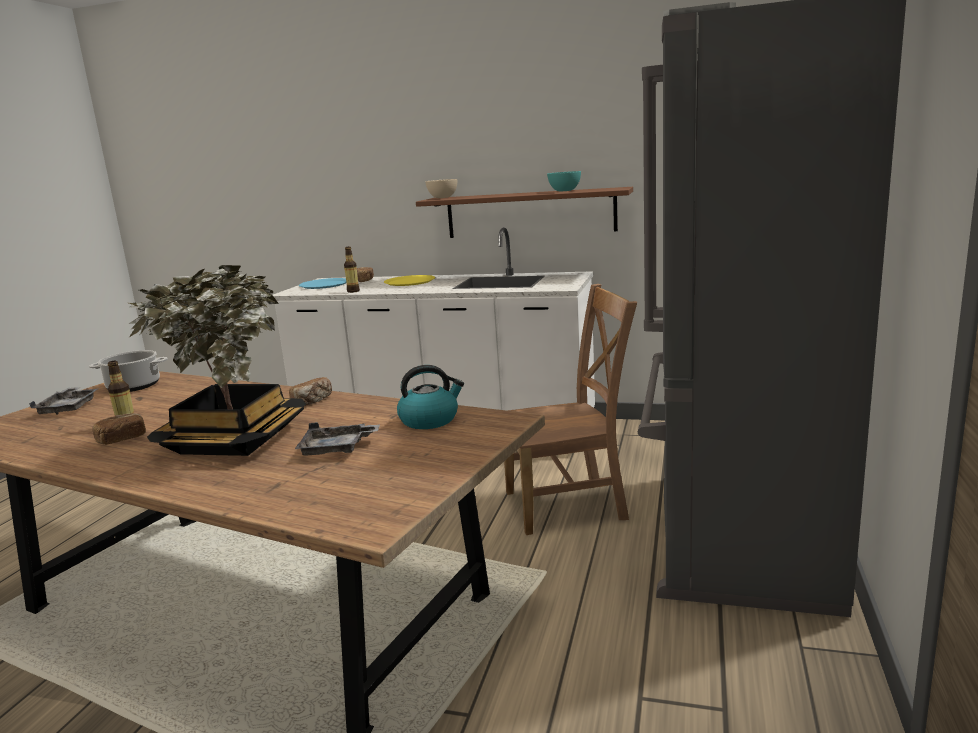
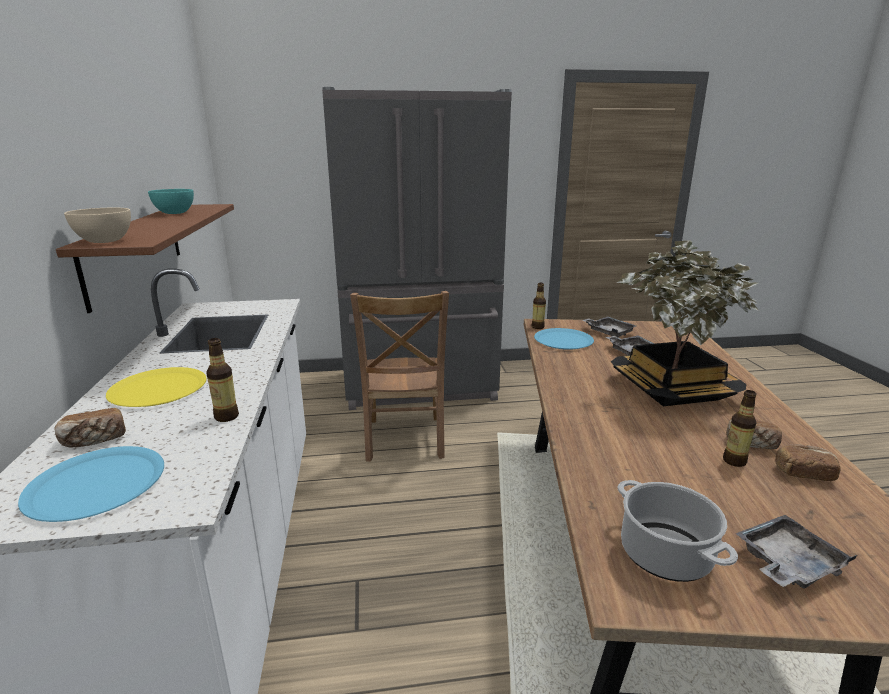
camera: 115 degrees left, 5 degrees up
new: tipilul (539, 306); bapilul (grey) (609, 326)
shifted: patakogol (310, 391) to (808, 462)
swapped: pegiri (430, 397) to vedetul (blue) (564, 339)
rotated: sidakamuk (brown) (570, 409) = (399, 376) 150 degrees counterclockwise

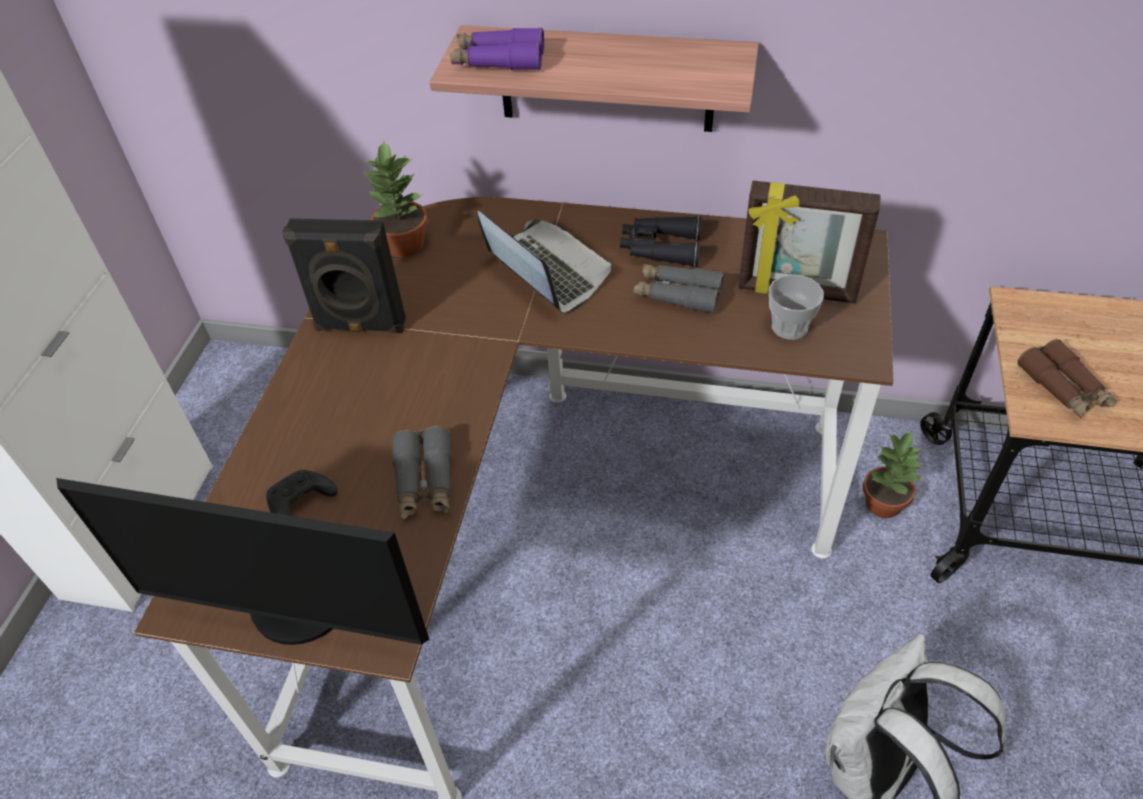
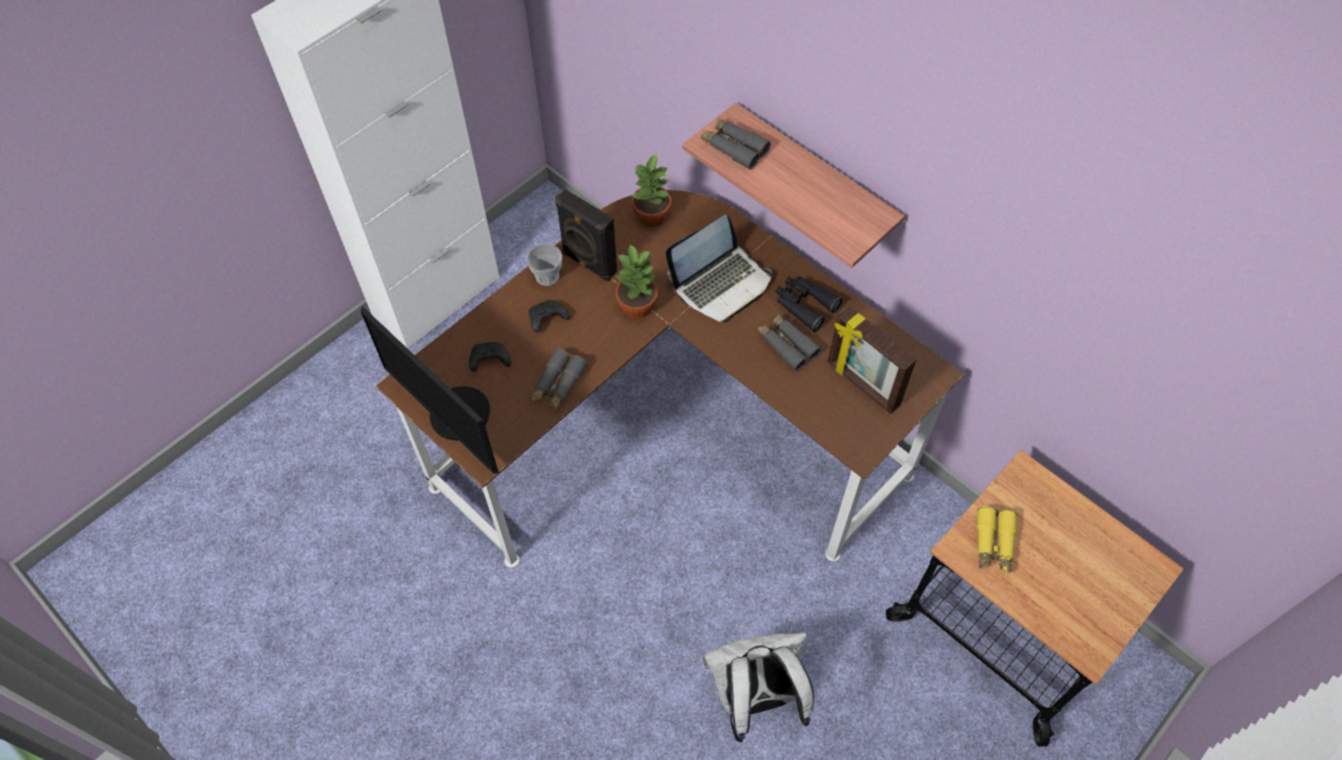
camera: 30 degrees right, 10 degrees up
new: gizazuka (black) (549, 316)
shifted: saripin (796, 307) to (544, 265); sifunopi (893, 474) to (637, 281)
repainted: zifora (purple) (497, 49) to zifora (grey) (736, 143); zifora (brown) (1067, 378) to zifora (yellow) (997, 539)
rotated: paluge (544, 262) = (718, 269) 60 degrees clockwise

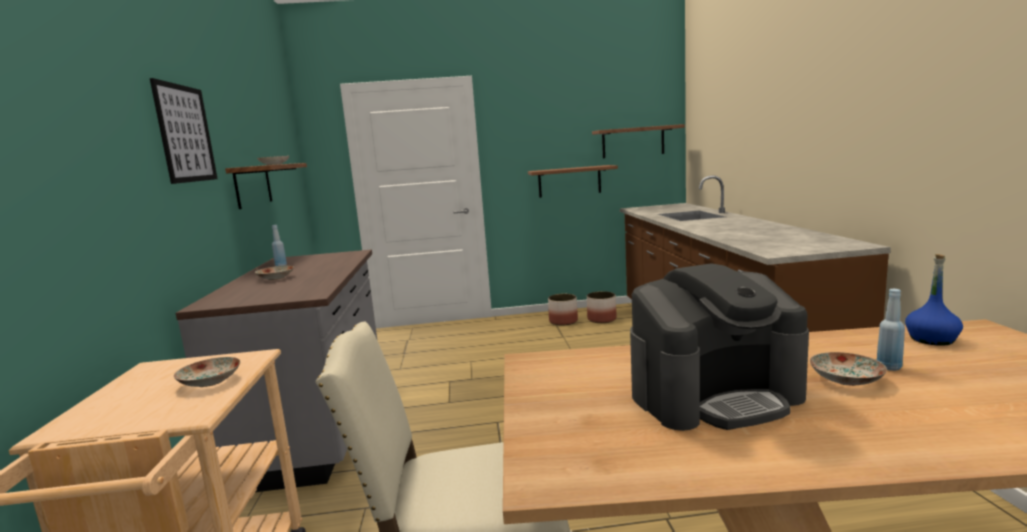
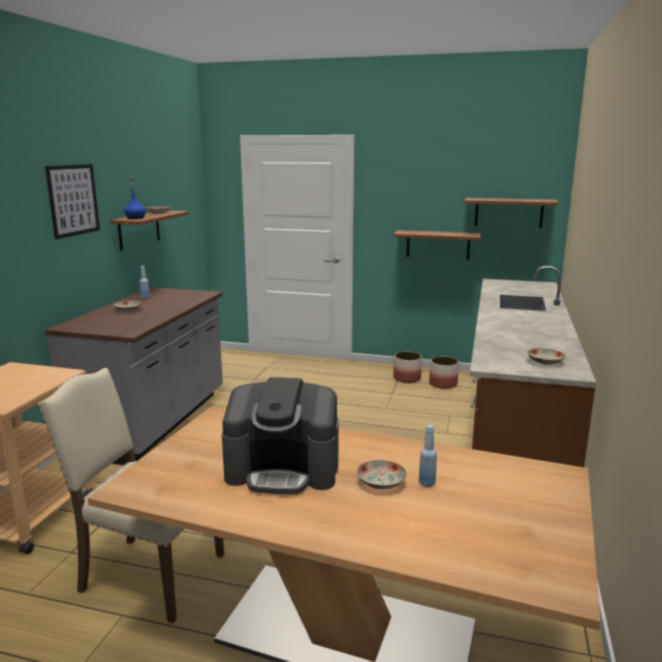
camera: 20 degrees right, 5 degrees up
shifted: tipilul (blue) (934, 300) to (135, 198); vedetul (207, 372) to (546, 356)

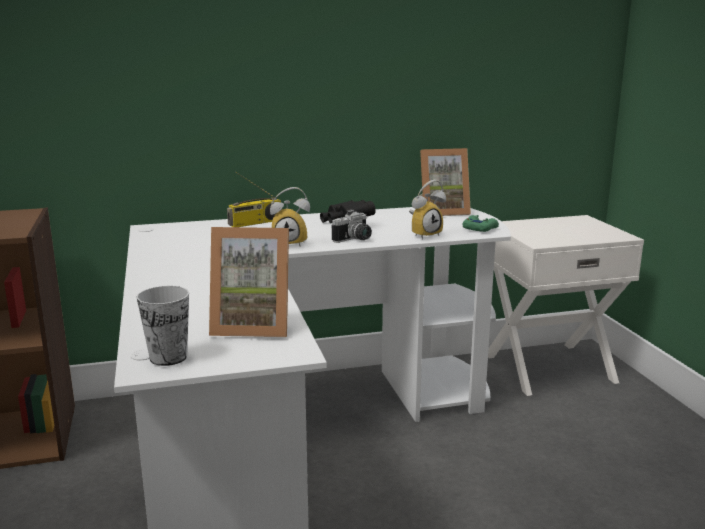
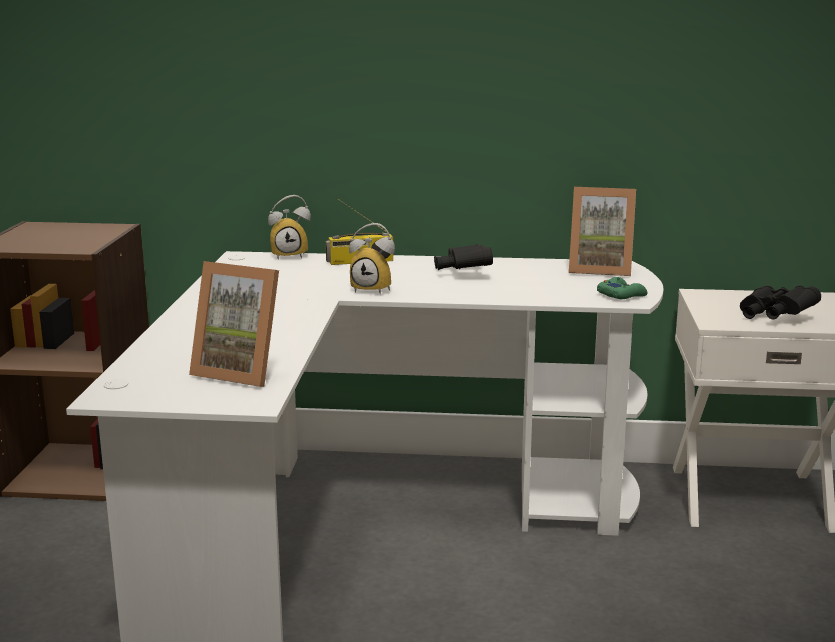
camera: 20 degrees right, 0 degrees up
gone: saripin (163, 326); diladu (352, 226)
new: zifora (black) (780, 303)
shifted: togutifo (427, 210) to (289, 227)

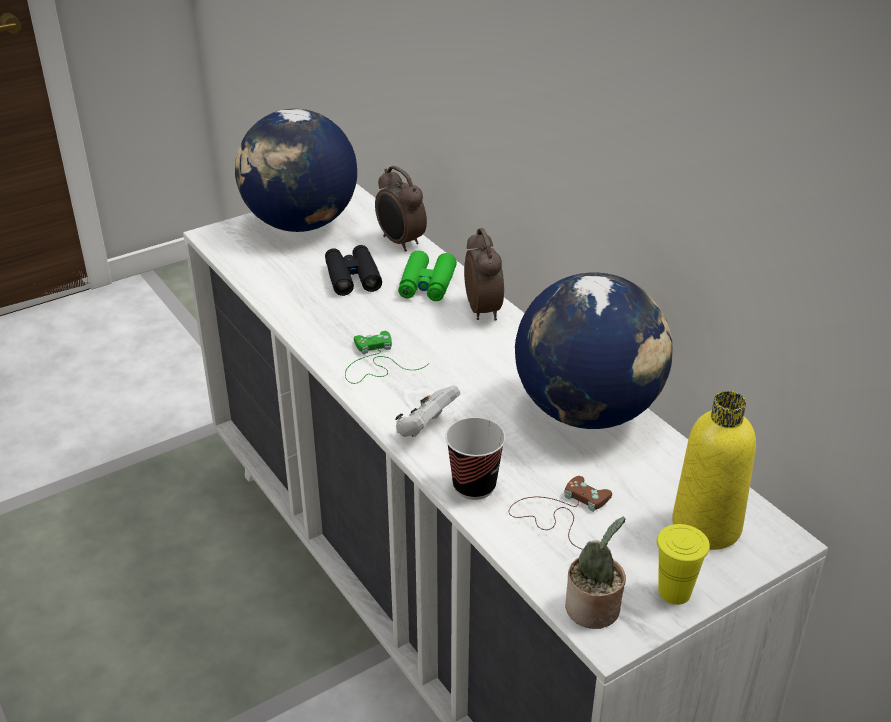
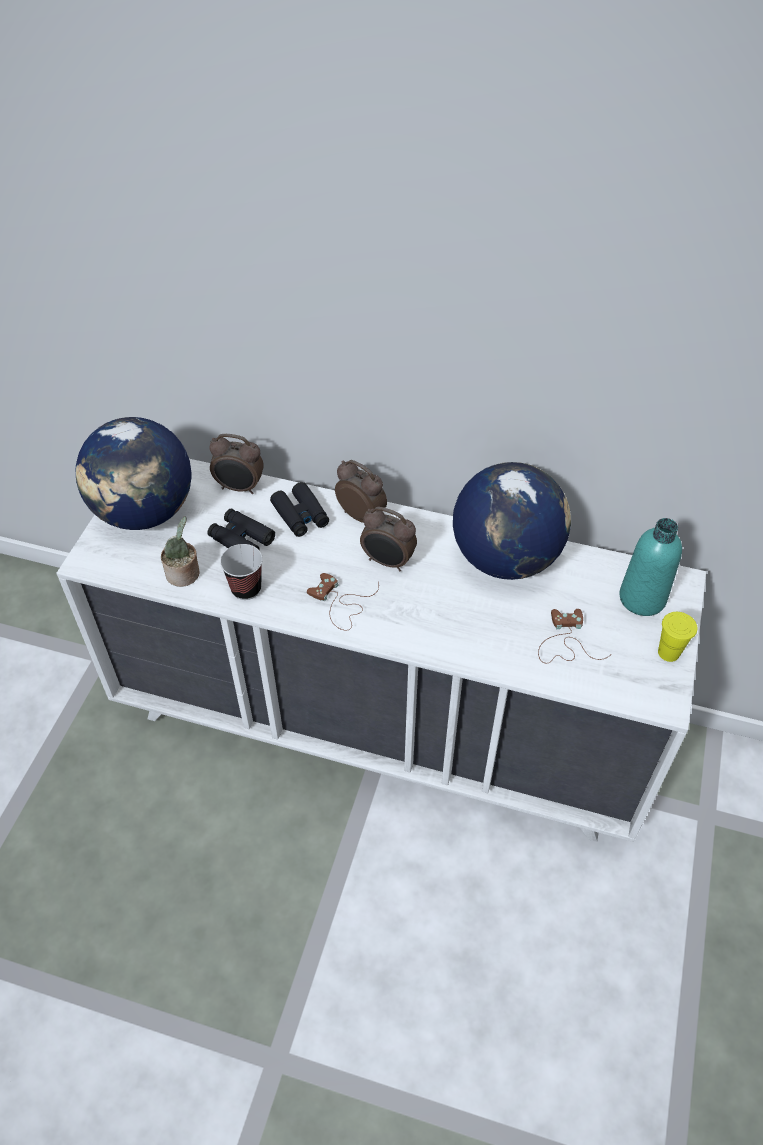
camera: 40 degrees left, 15 degrees up
gone: gizazuka (white) (427, 411)
new: togutifo (388, 539)
shifted: sifunopi (595, 572) to (180, 551); saripin (475, 459) to (241, 572)
repainted: zifora (green) (427, 275) to zifora (black) (299, 509); gizazuka (green) (387, 357) to gizazuka (brown) (343, 602); tipilul (yellow) (714, 470) to tipilul (turquoise) (650, 567)

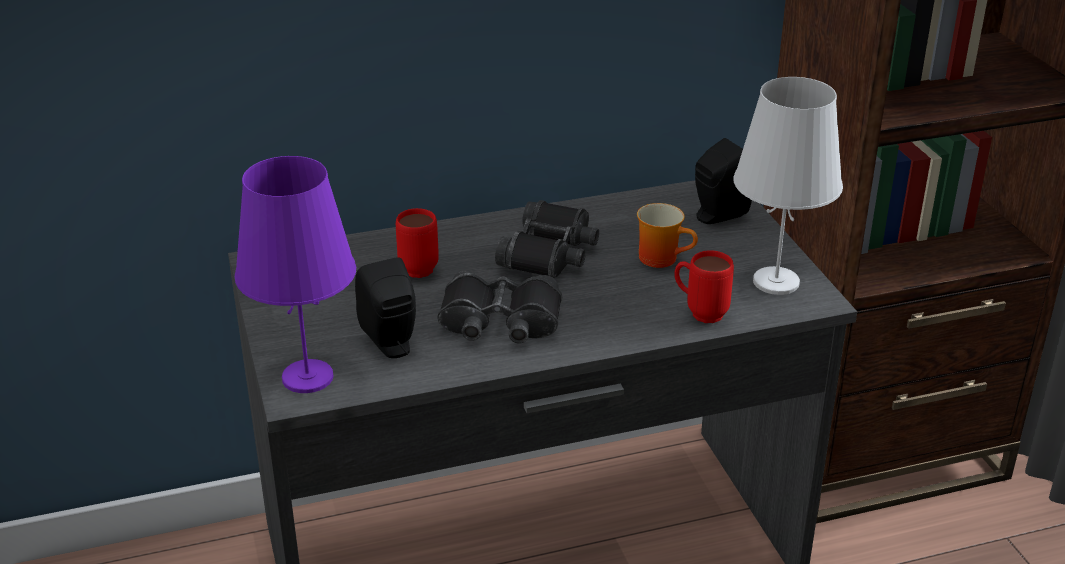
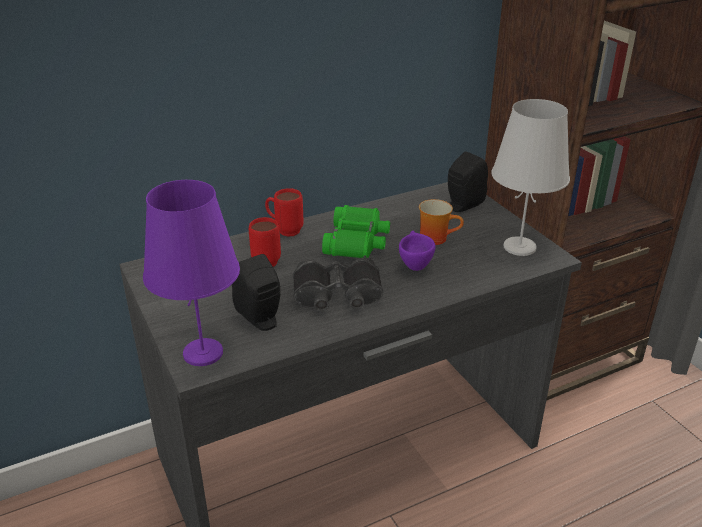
camera: 10 degrees left, 0 degrees up
new: saripin (purple) (417, 251)
shifted: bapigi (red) (704, 286) to (284, 212)
repainted: zifora (black) (547, 239) to zifora (green) (356, 231)

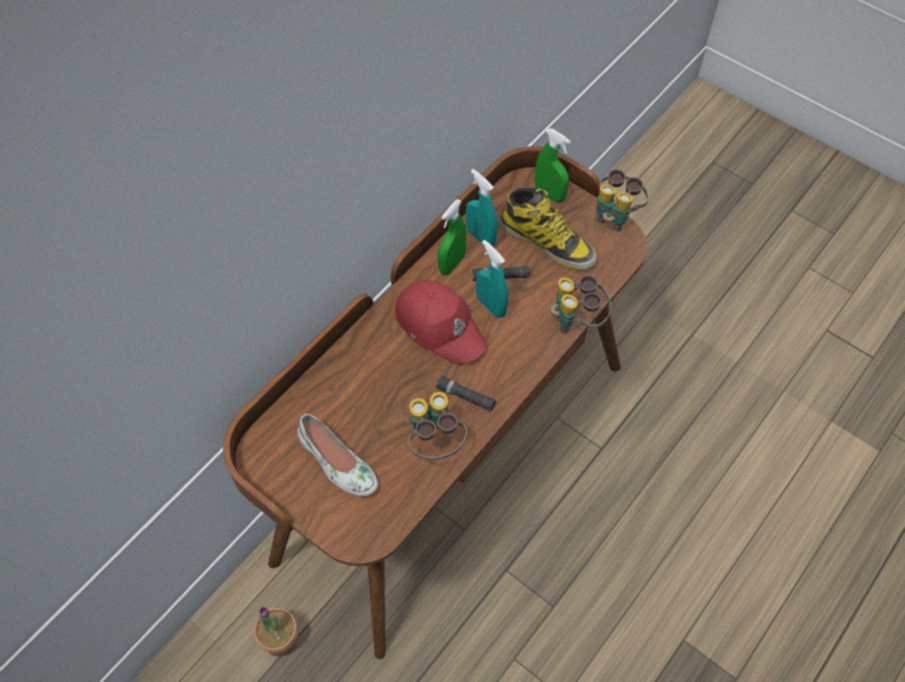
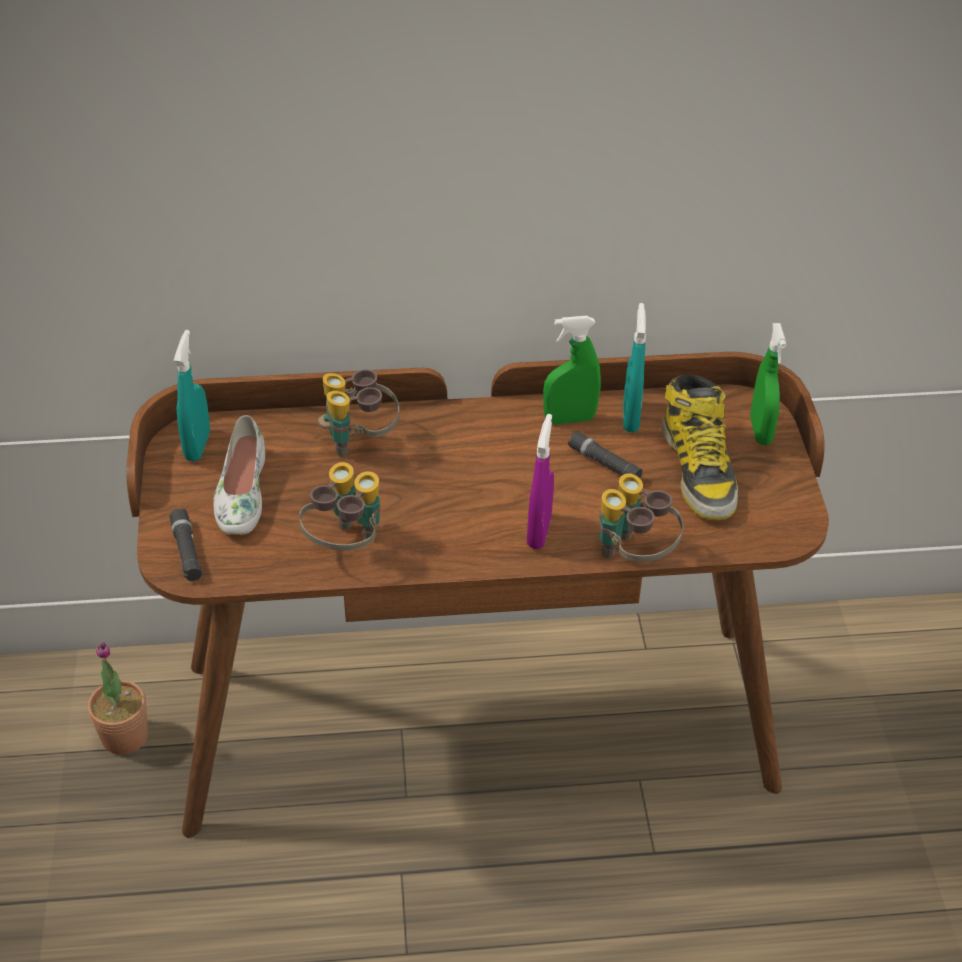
camera: 45 degrees right, 15 degrees down
gone: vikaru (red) (441, 322)
new: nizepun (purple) (540, 481)
shifted: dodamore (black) (465, 393) to (185, 544); nizepun (turquoise) (492, 279) to (192, 395); zifora (622, 200) to (359, 413)

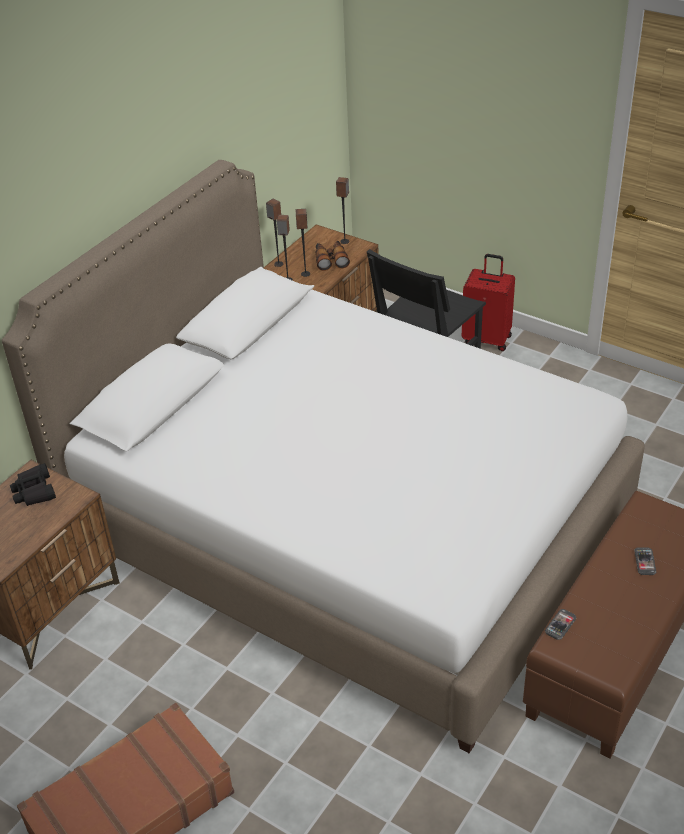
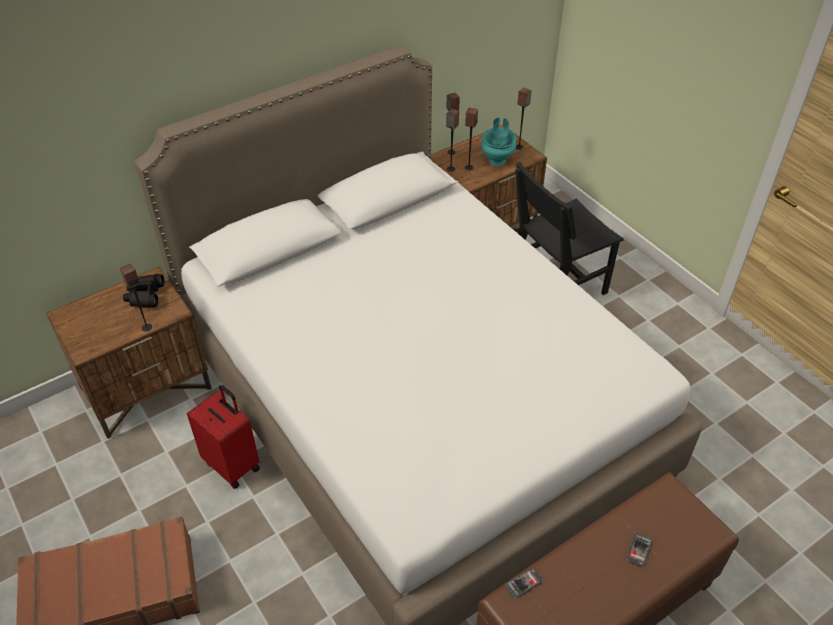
camera: 20 degrees right, 5 degrees up
new: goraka (136, 297)
shifted: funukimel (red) (488, 302) to (223, 437)
swapped: zifora (332, 256) to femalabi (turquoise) (499, 141)

